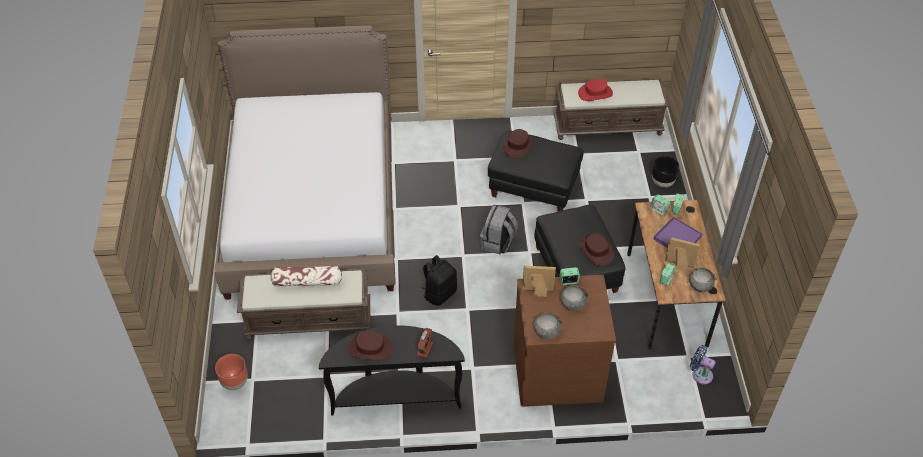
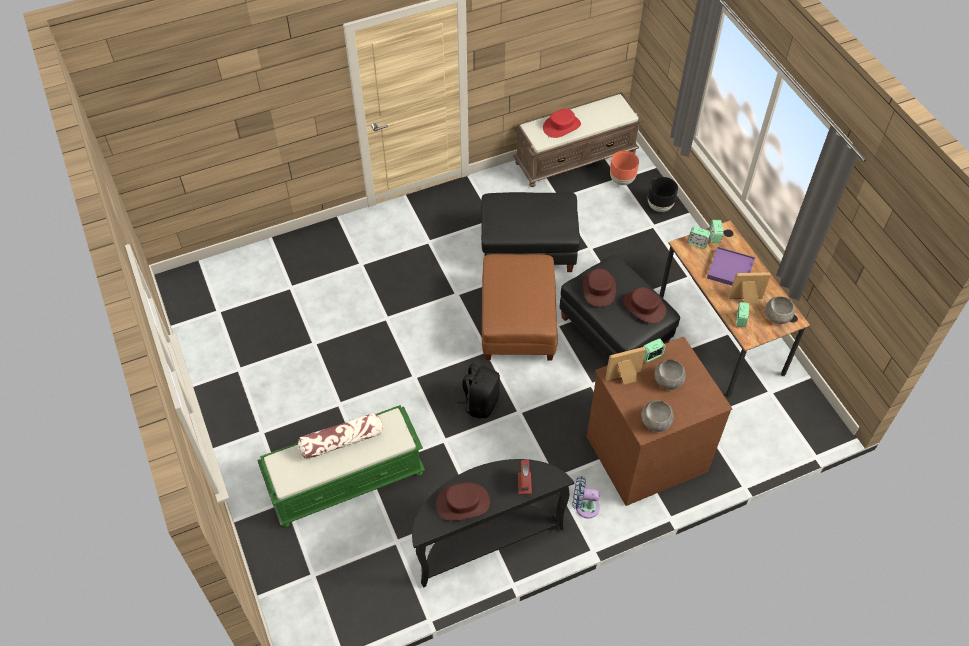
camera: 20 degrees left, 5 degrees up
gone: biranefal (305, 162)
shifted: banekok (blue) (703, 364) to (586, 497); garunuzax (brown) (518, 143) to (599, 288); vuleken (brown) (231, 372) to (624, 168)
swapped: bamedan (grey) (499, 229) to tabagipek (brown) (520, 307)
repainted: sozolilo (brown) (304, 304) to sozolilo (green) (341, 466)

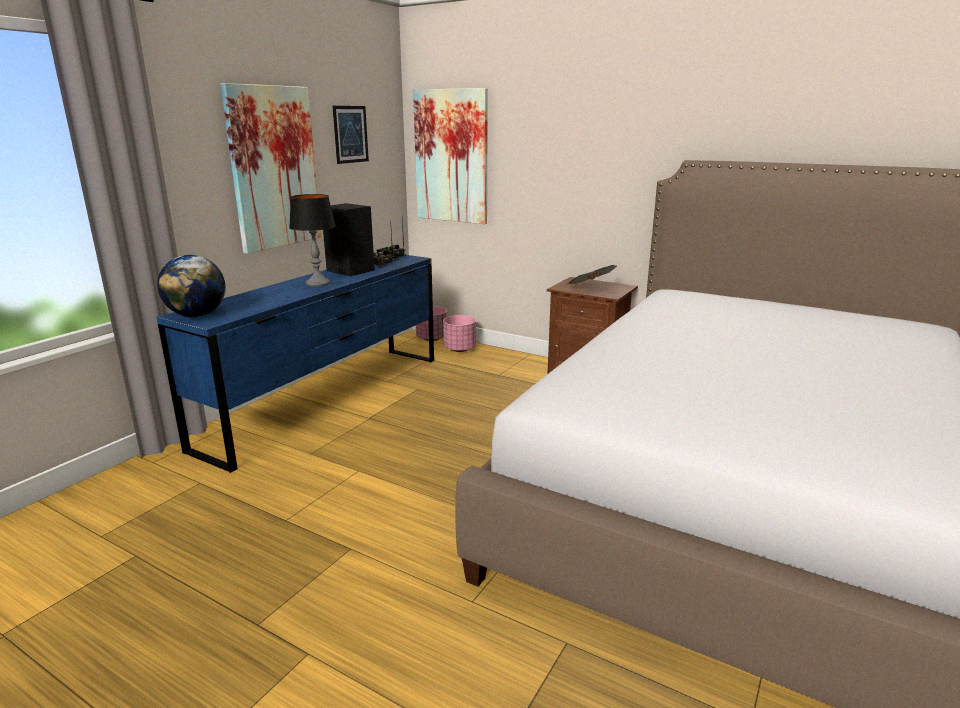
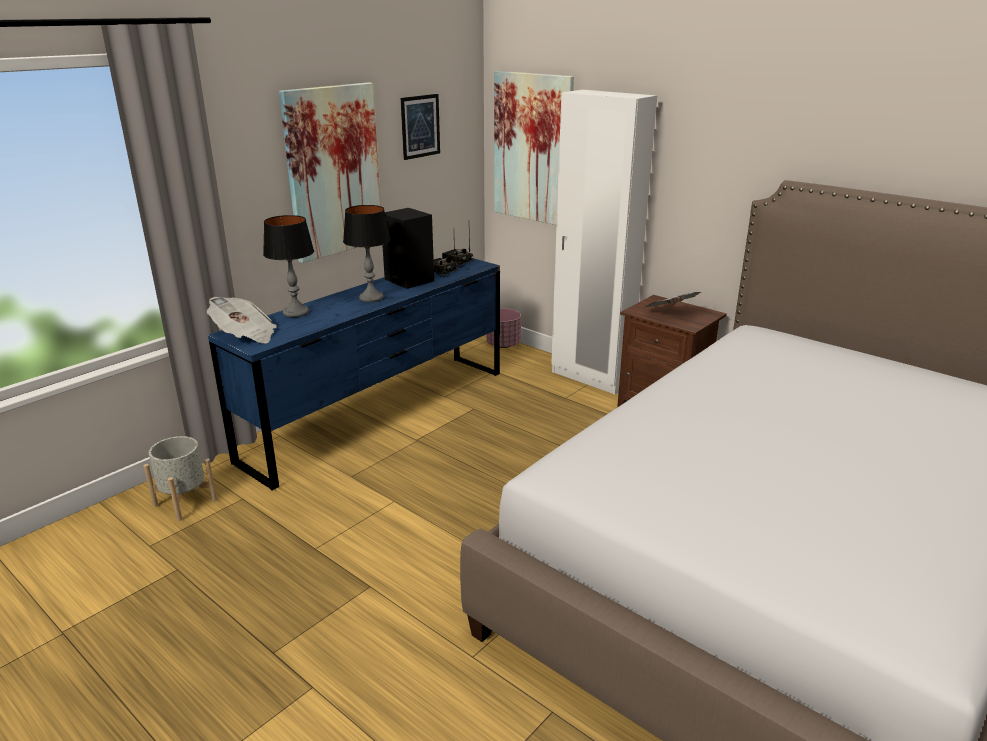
camera: 10 degrees right, 5 degrees up
gone: vuleken (pink) (459, 333)
new: vuleken (grey) (180, 478); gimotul (288, 266); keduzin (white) (604, 242)
swapped: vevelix (191, 286) to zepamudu (241, 320)

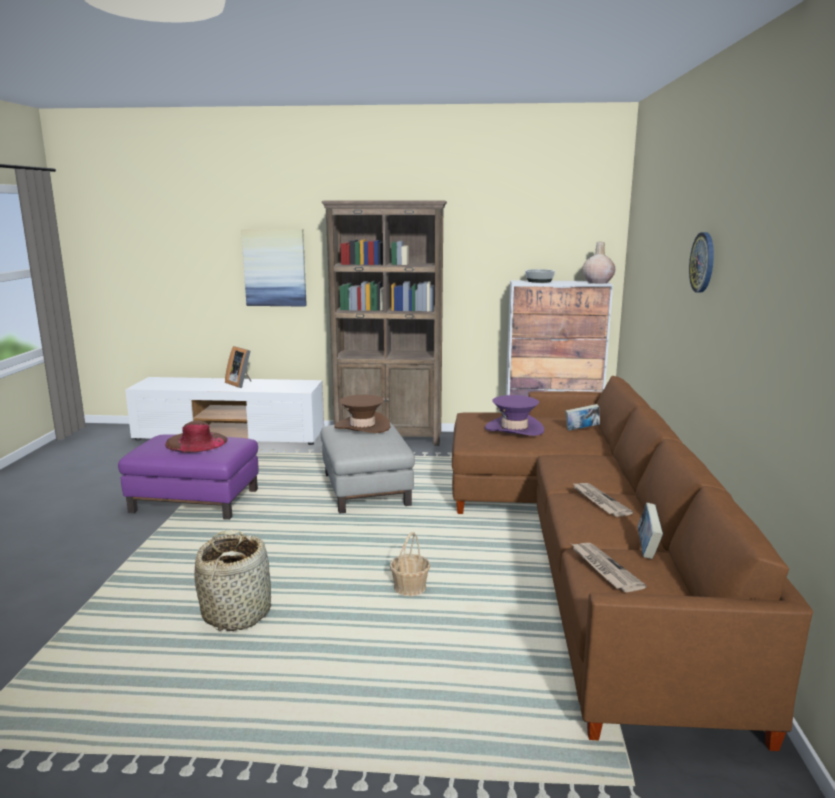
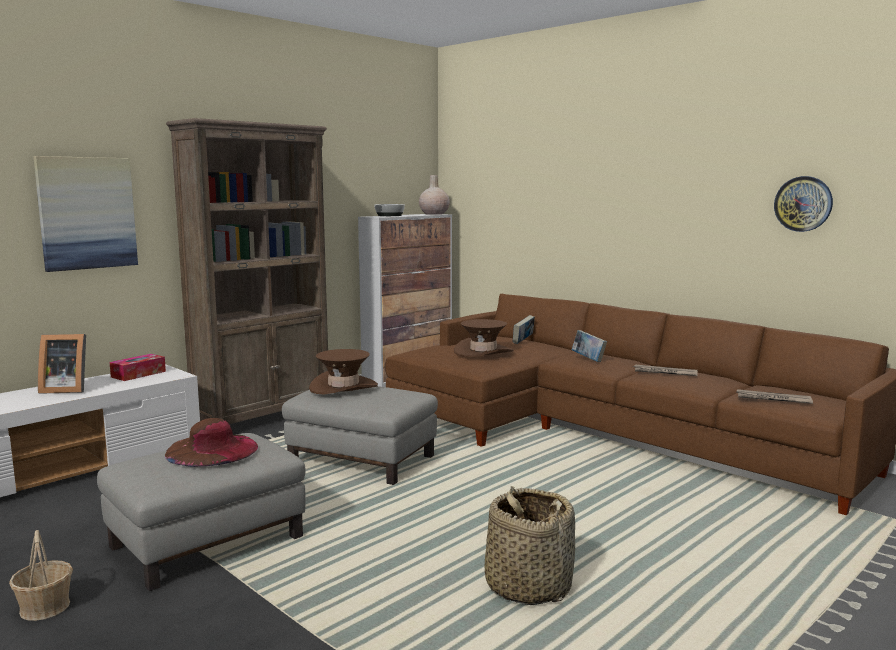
camera: 50 degrees left, 5 degrees down
new: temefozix (138, 367)
shifted: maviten (410, 564) to (41, 575); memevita (650, 531) to (589, 346); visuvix (701, 262) to (803, 204)
repainted: tabagipek (purple) (188, 477) to tabagipek (grey) (201, 512); garunuzax (purple) (514, 415) to garunuzax (brown) (483, 338)

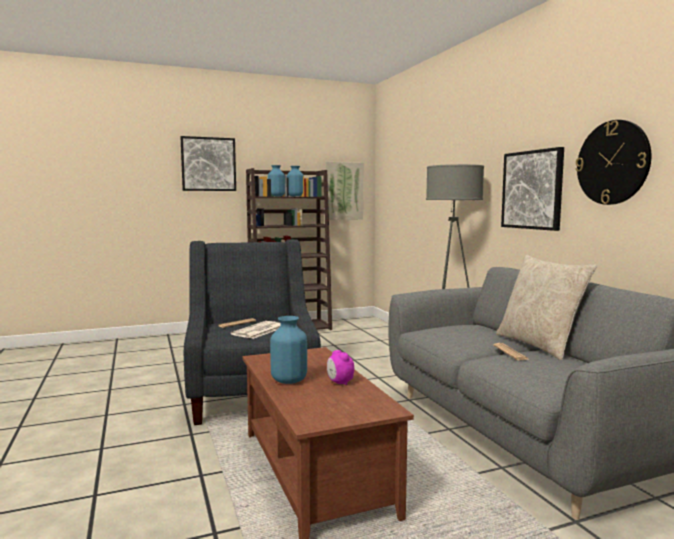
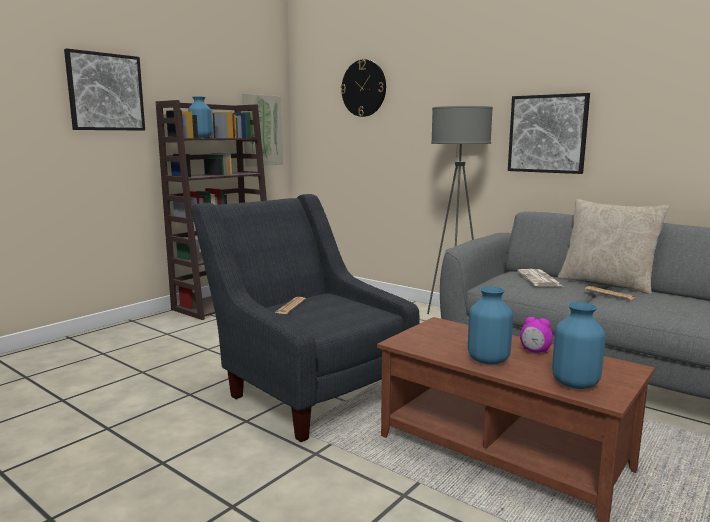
camera: 30 degrees left, 5 degrees up
shifted: visuvix (613, 162) to (363, 88); zepamudu (256, 330) to (540, 278); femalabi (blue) (295, 181) to (579, 345)

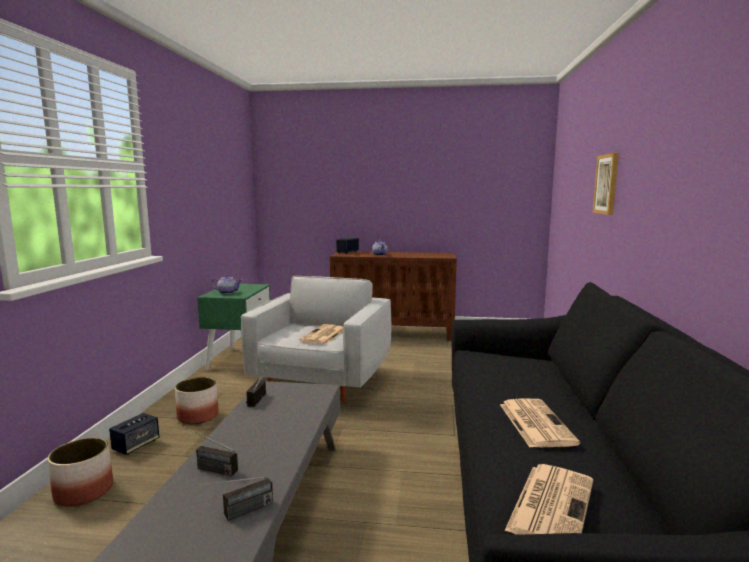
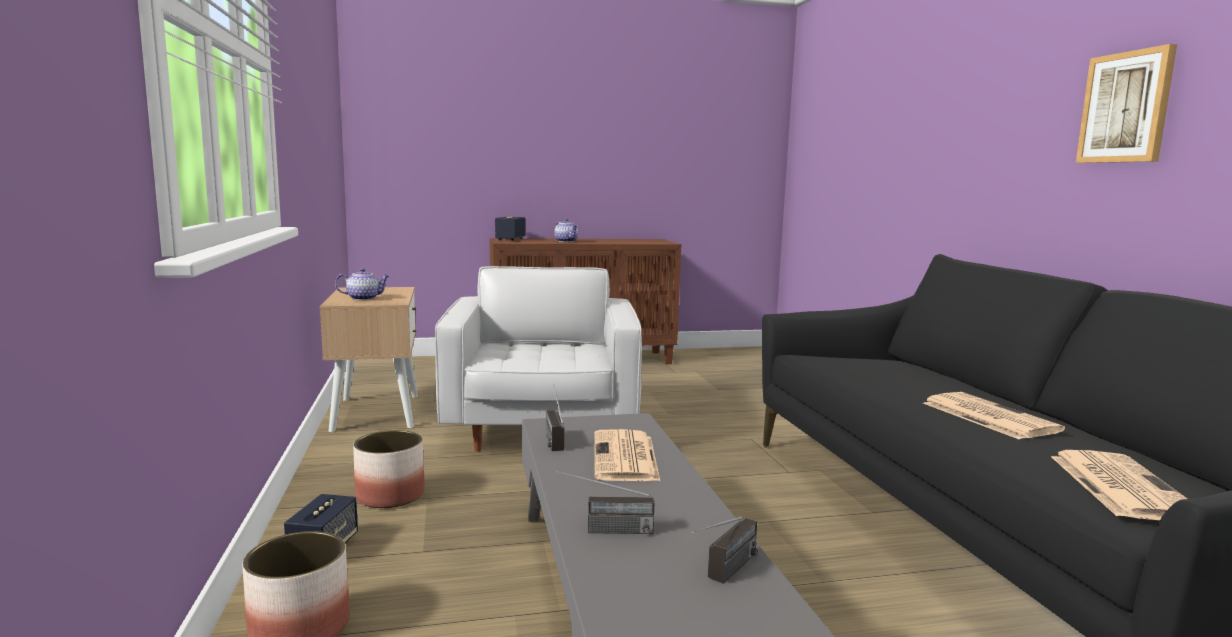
camera: 20 degrees left, 0 degrees up
shifted: zepamudu (321, 334) to (627, 455); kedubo (606, 184) to (1126, 103)
repainted: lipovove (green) (233, 327) to lipovove (beige) (369, 359)

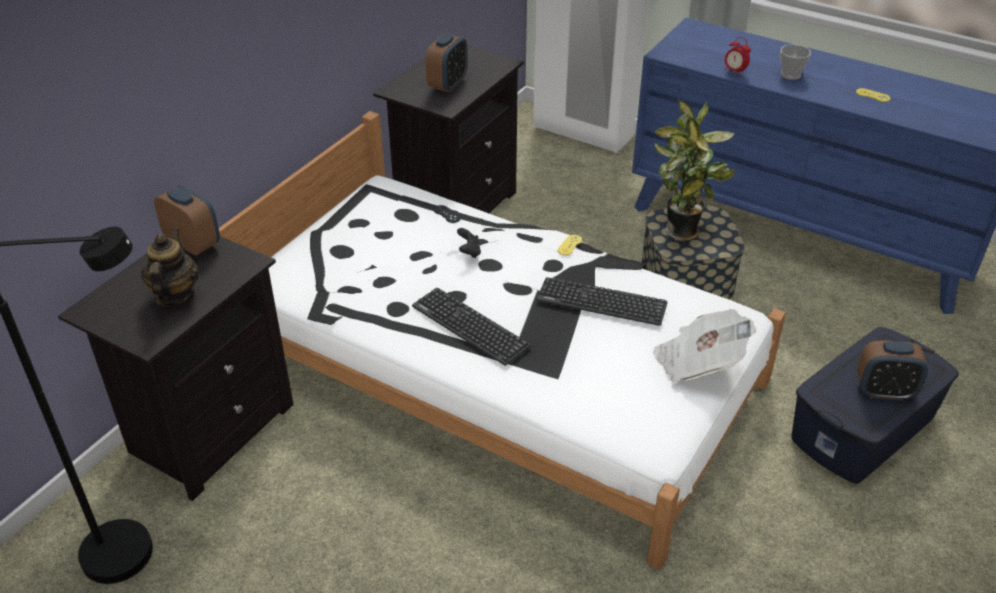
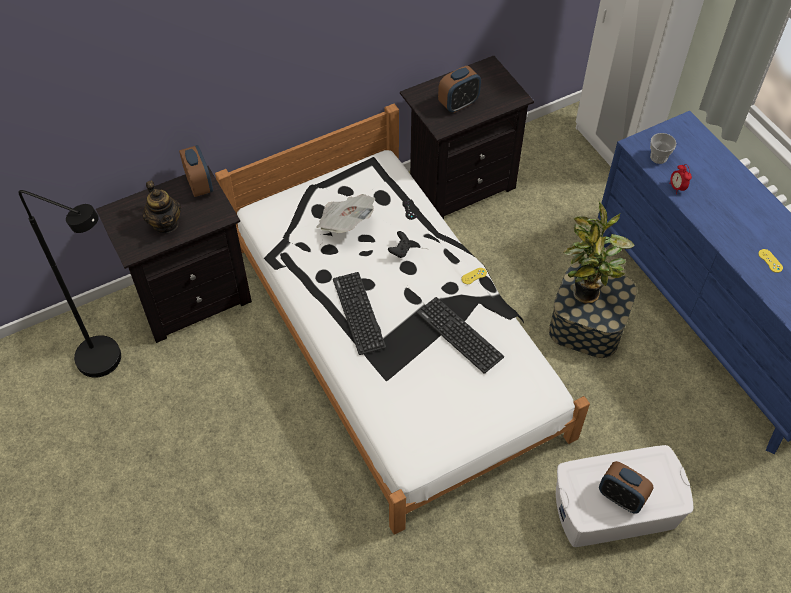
camera: 30 degrees right, 15 degrees up
shifted: zepamudu (704, 345) to (345, 213); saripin (795, 62) to (663, 148)
repainted: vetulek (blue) (875, 405) to vetulek (white) (624, 496)
rotated: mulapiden (170, 267) = (162, 207) 120 degrees clockwise

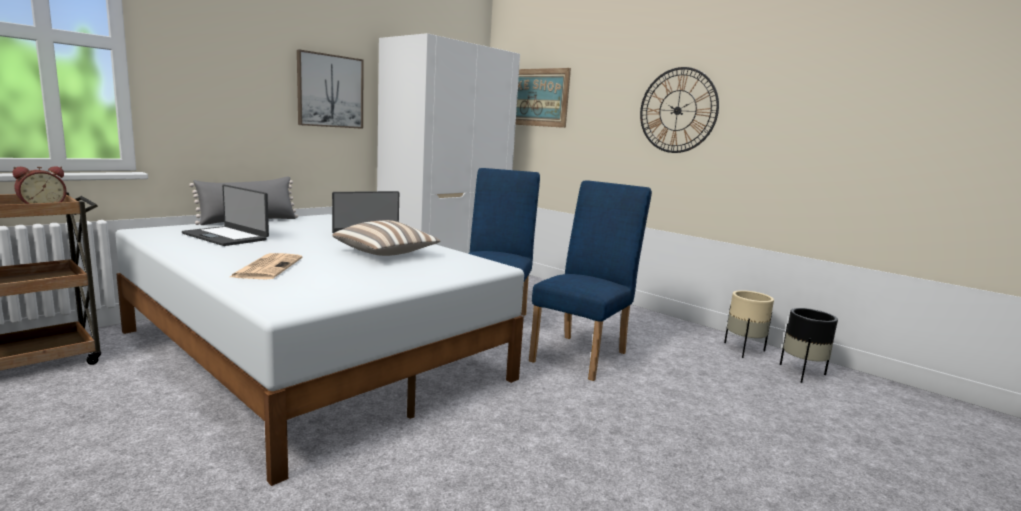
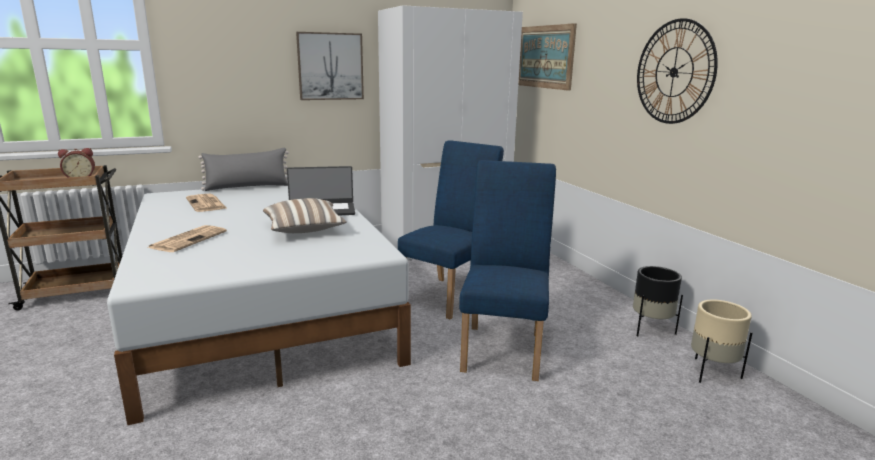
camera: 25 degrees right, 5 degrees up
shifted: vuleken (black) (809, 345) to (658, 301)
swapped: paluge (225, 215) to zepamudu (206, 203)
rotated: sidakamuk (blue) (590, 280) = (507, 270) 45 degrees counterclockwise

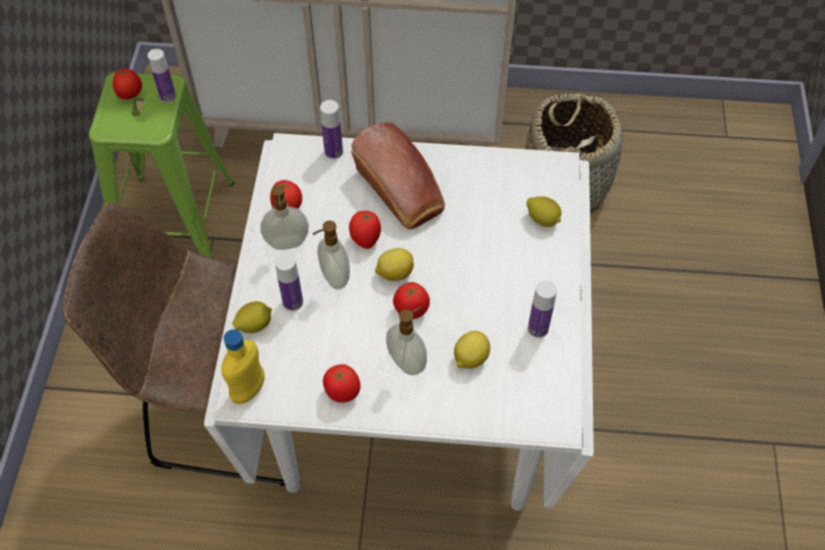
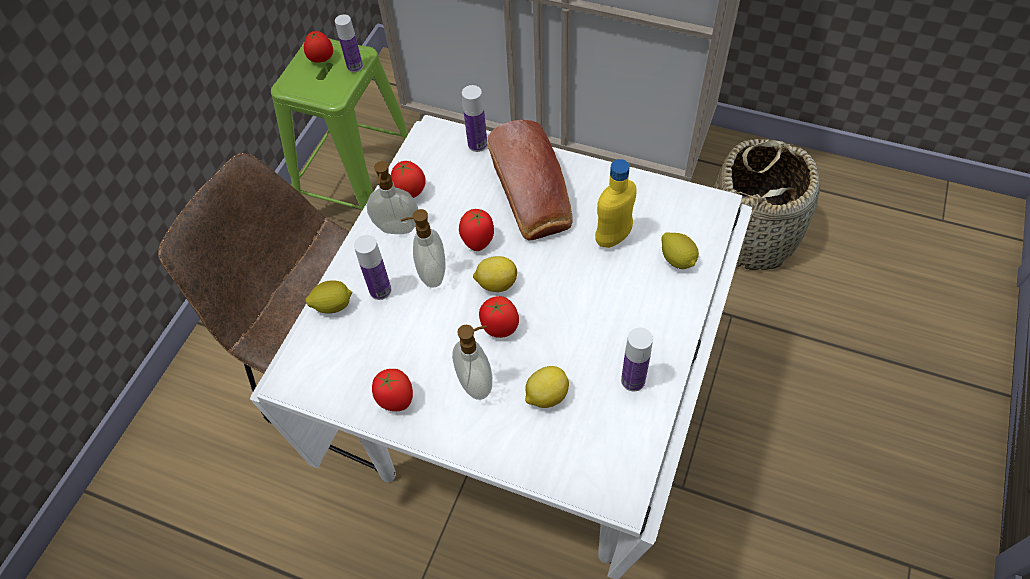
camera: 20 degrees right, 0 degrees up
shifted: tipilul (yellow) (243, 366) to (616, 203)

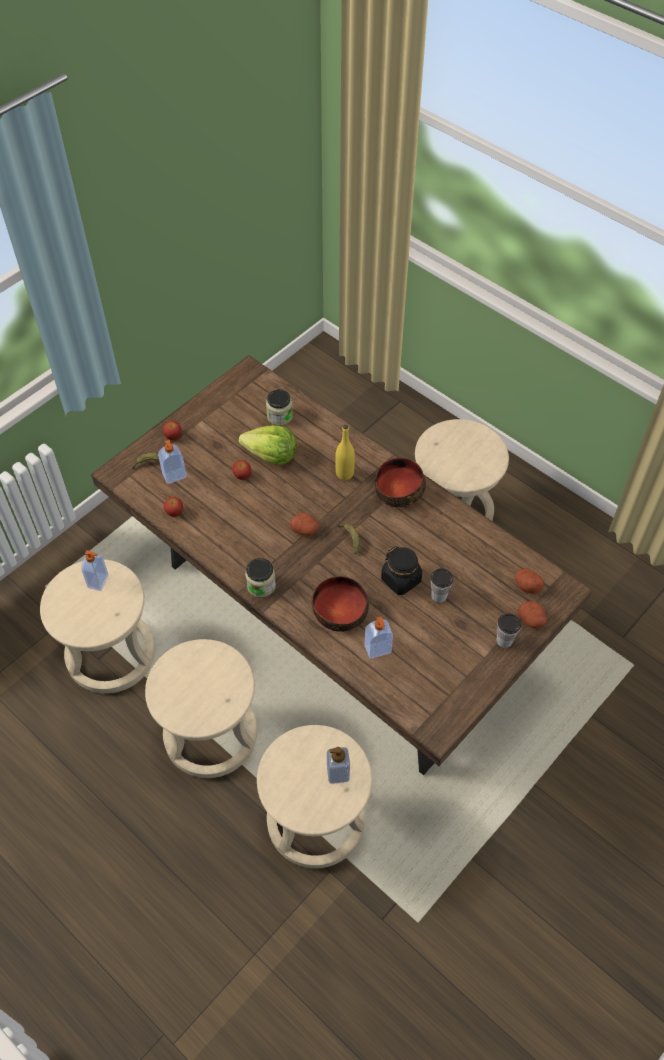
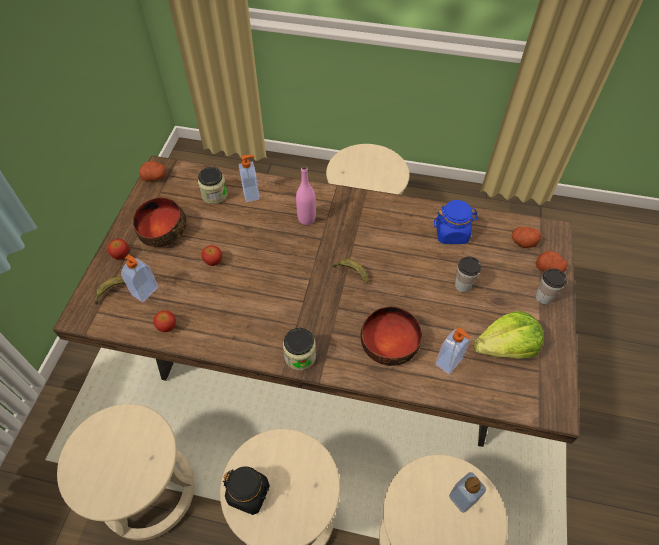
camera: 30 degrees left, 0 degrees up
new: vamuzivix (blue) (456, 222)
shifted: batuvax (400, 482) to (160, 222); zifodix (304, 524) to (152, 171); vamuzivix (black) (401, 570) to (246, 491); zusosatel (94, 570) to (249, 178); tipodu (267, 445) to (508, 335)
repainted: tipilul (yellow) (345, 452) to tipilul (pink) (306, 195)

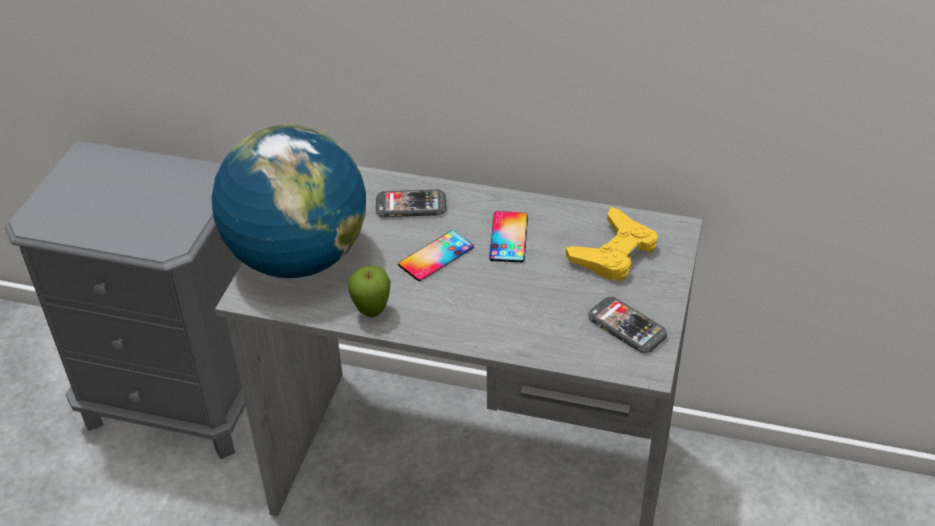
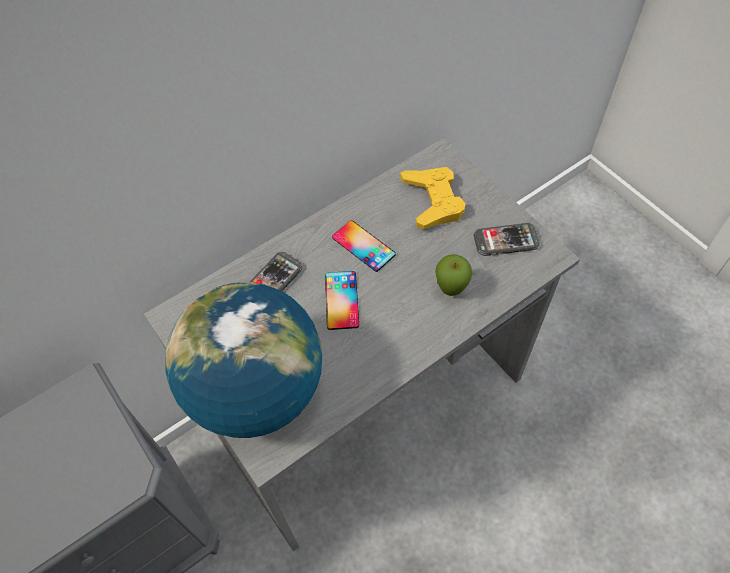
camera: 50 degrees left, 15 degrees up
shifted: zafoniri (369, 291) to (454, 275)

